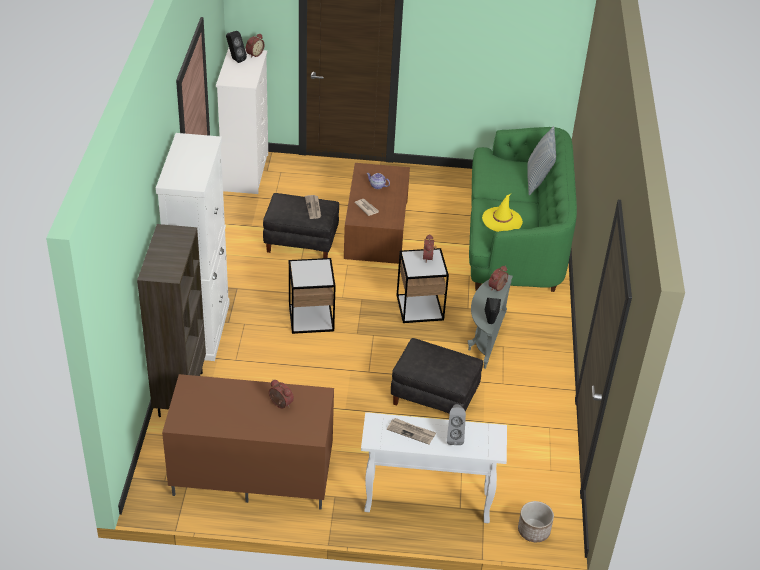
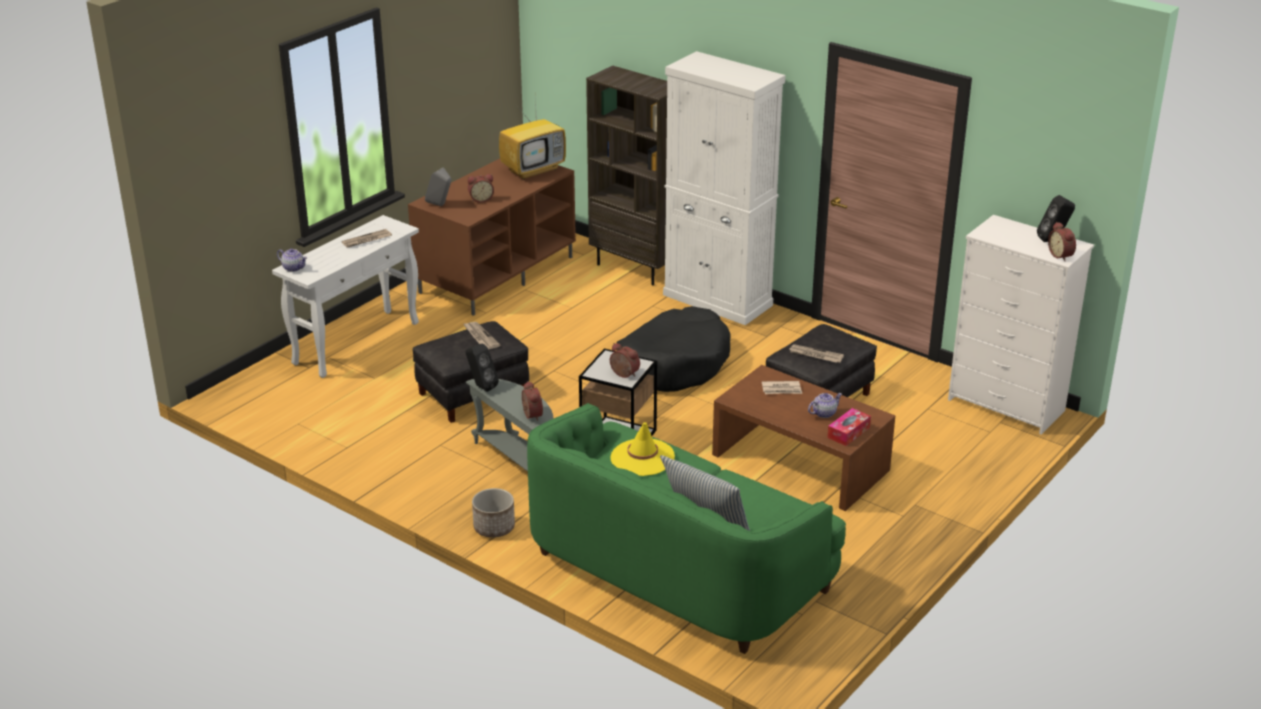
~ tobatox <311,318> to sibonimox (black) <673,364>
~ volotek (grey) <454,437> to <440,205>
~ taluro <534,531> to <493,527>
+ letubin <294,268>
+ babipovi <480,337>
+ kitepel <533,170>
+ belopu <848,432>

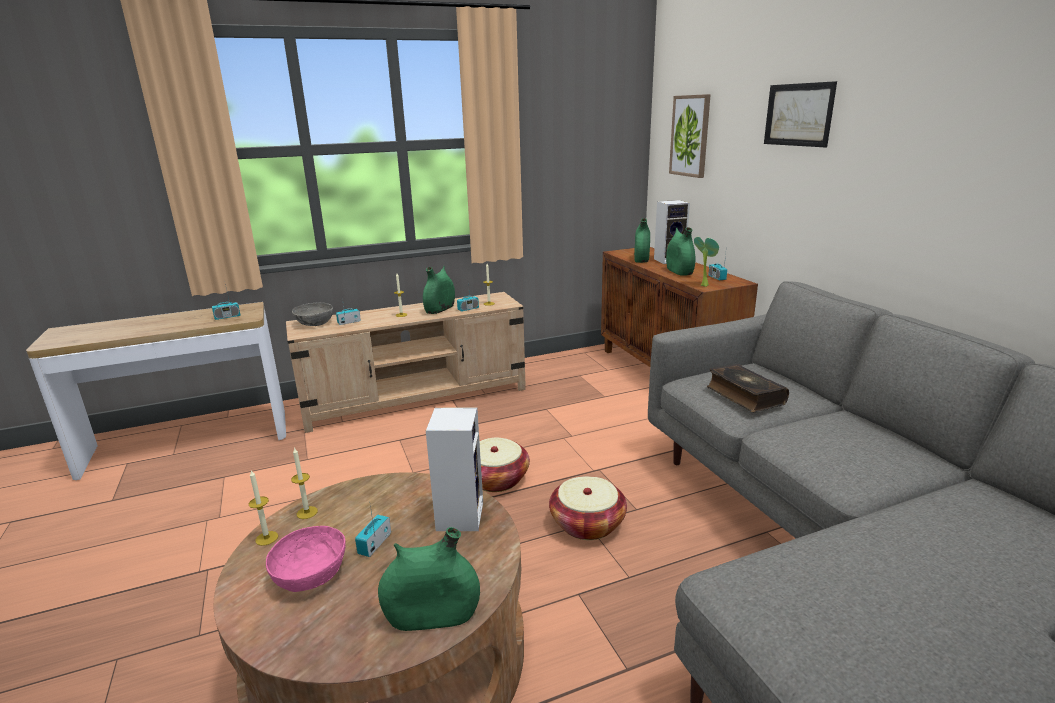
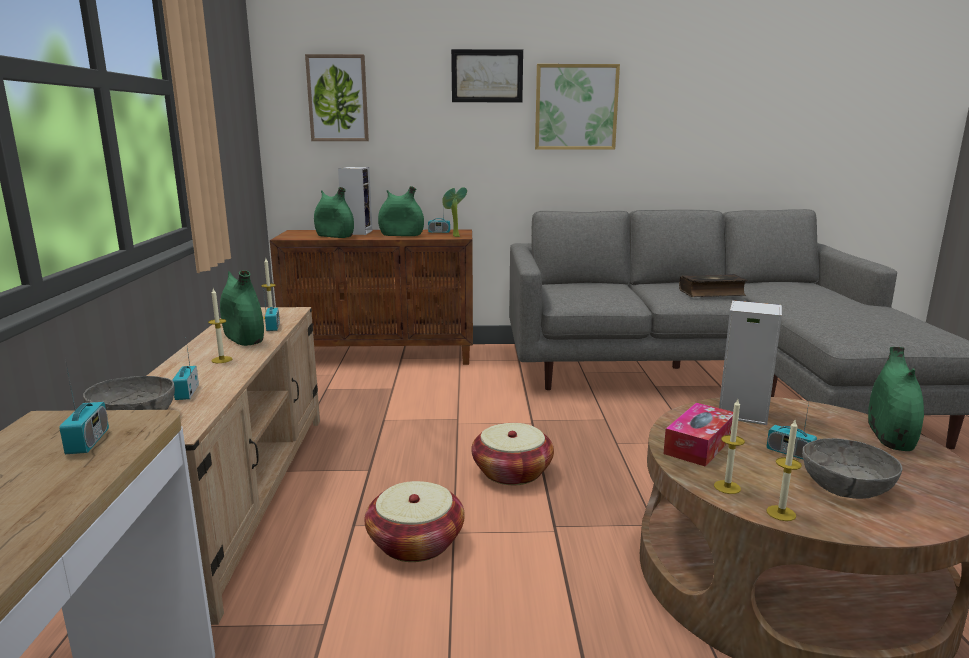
~ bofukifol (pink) <310,574> to bofukifol (grey) <845,487>
~ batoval <587,524> to <415,542>
~ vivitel <744,396> to <712,293>
+ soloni <576,107>
+ belopu <699,445>

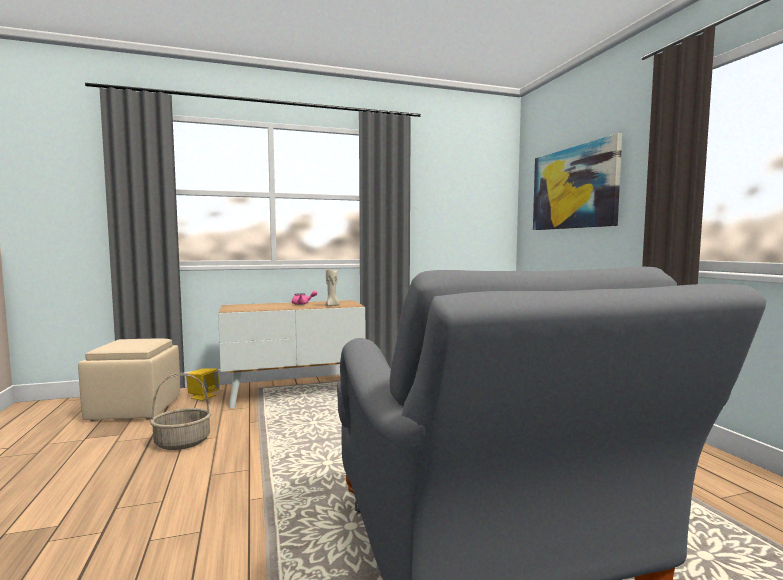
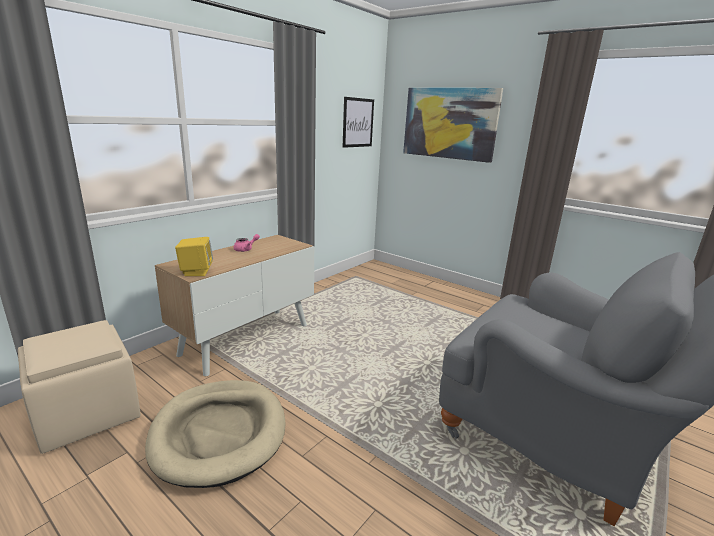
~ batoval <183,442> to sibonimox (beige) <219,433>
~ volotek (yellow) <203,396> to <196,272>
- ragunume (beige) <332,306>
+ soloni <358,122>

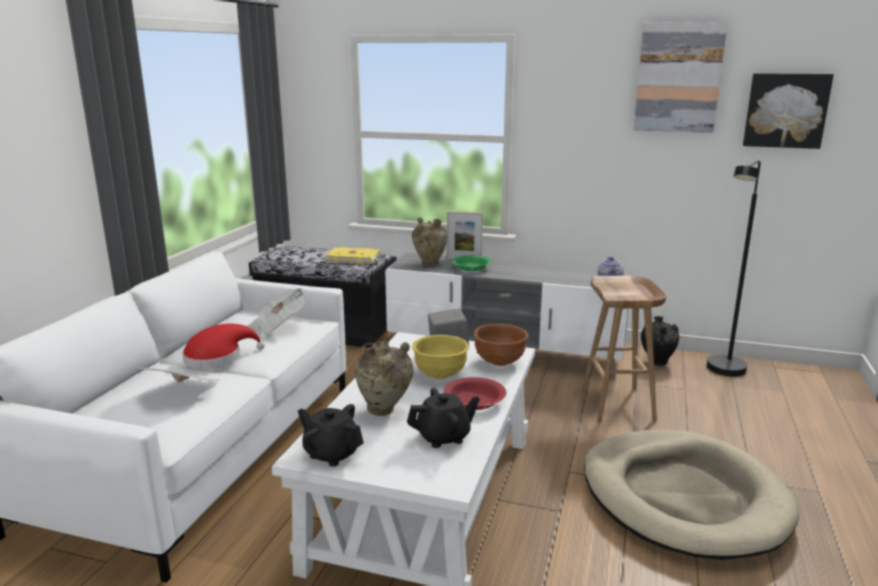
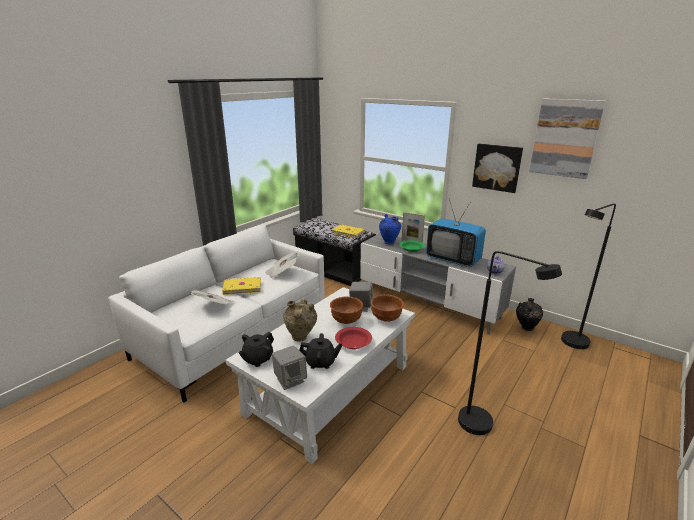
~ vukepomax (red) <217,357> to vivitel (yellow) <242,287>
~ letubin (black) <331,453> = <257,359> 105 degrees counterclockwise
~ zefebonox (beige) <430,263> to zefebonox (blue) <389,242>
~ bofukifol (yellow) <440,375> to bofukifol (brown) <346,321>
- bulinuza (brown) <618,405>
~ sibonimox (beige) <682,497> to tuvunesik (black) <484,427>
~ soloni <785,110> to <497,167>
+ volotek (grey) <290,380>
+ kitepel <453,260>

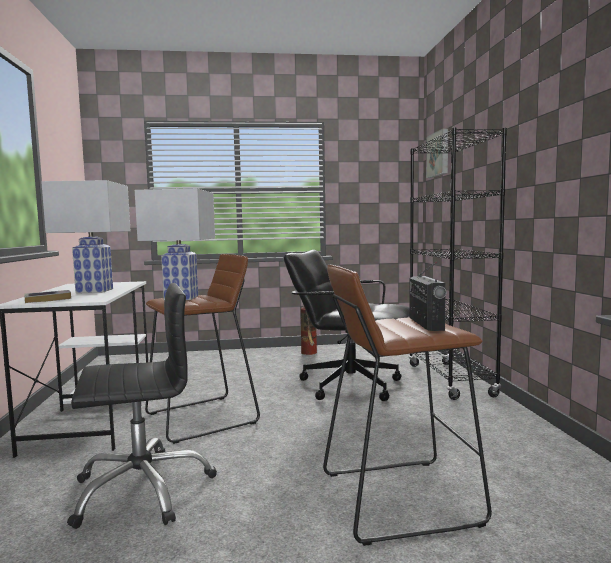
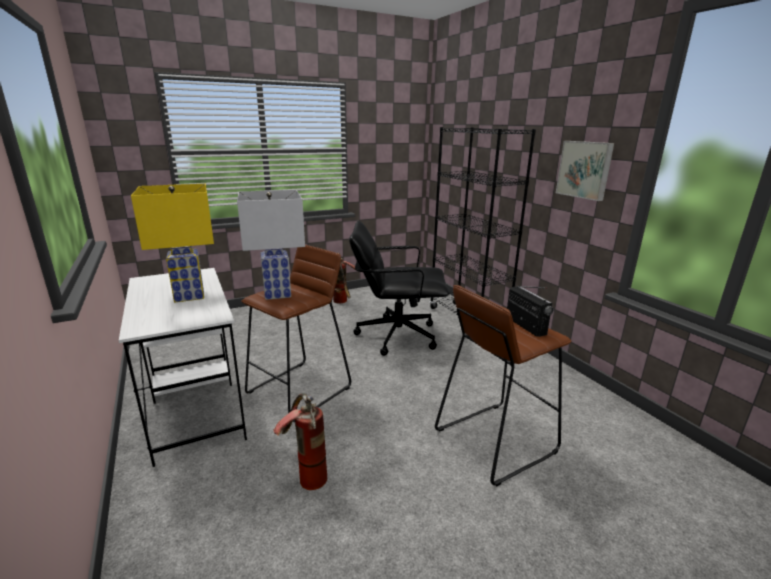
- vivitel <48,299>
~ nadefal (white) <96,291> to nadefal (yellow) <190,295>
~ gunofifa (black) <142,489> to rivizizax <305,474>
~ soloni <439,154> to <585,169>

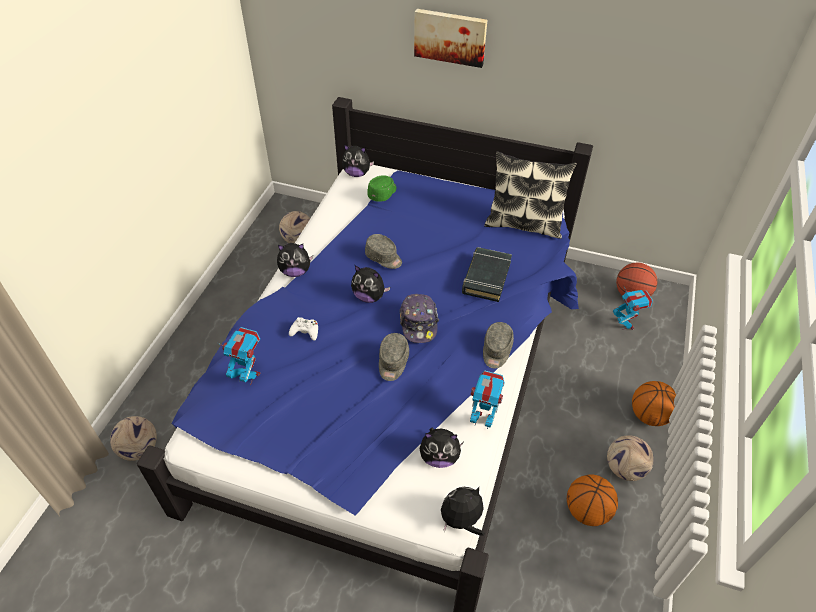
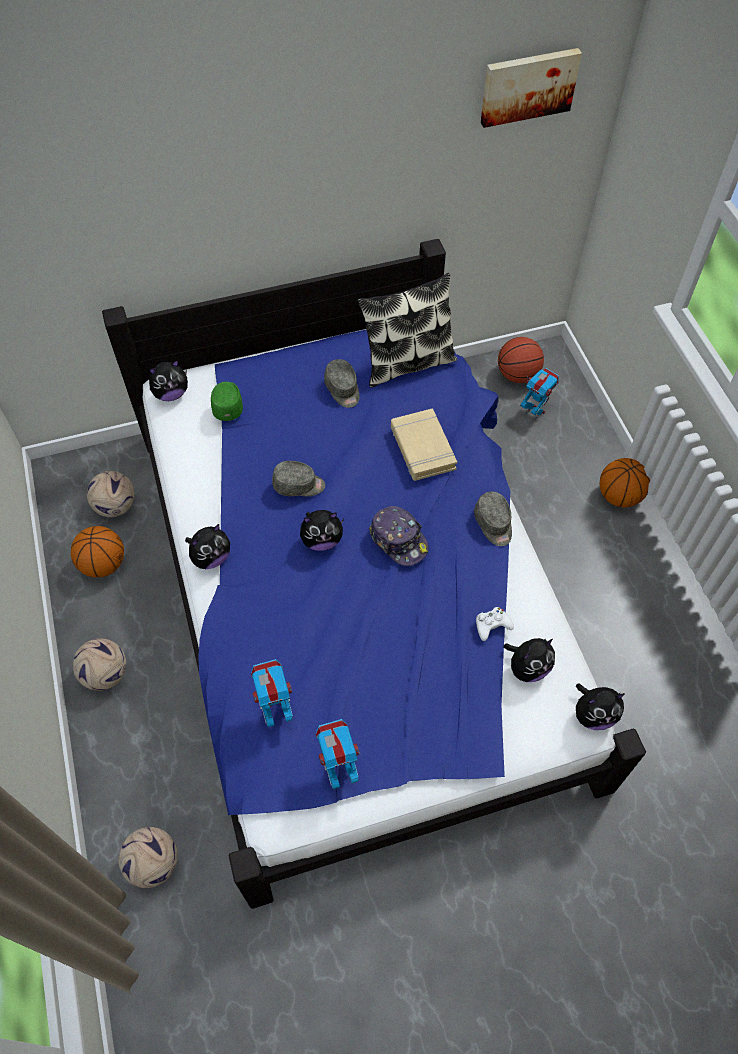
~ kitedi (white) <305,331> to <492,625>
~ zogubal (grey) <393,362> to <343,390>
~ soloni <450,37> to <528,86>
~ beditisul <461,521> = <593,714> 135 degrees counterclockwise
~ vivitel (black) <486,277> to vivitel (beige) <422,448>
~ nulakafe <483,419> to <339,768>
~ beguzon <587,511> to <104,564>
~ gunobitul <624,469> to <106,675>

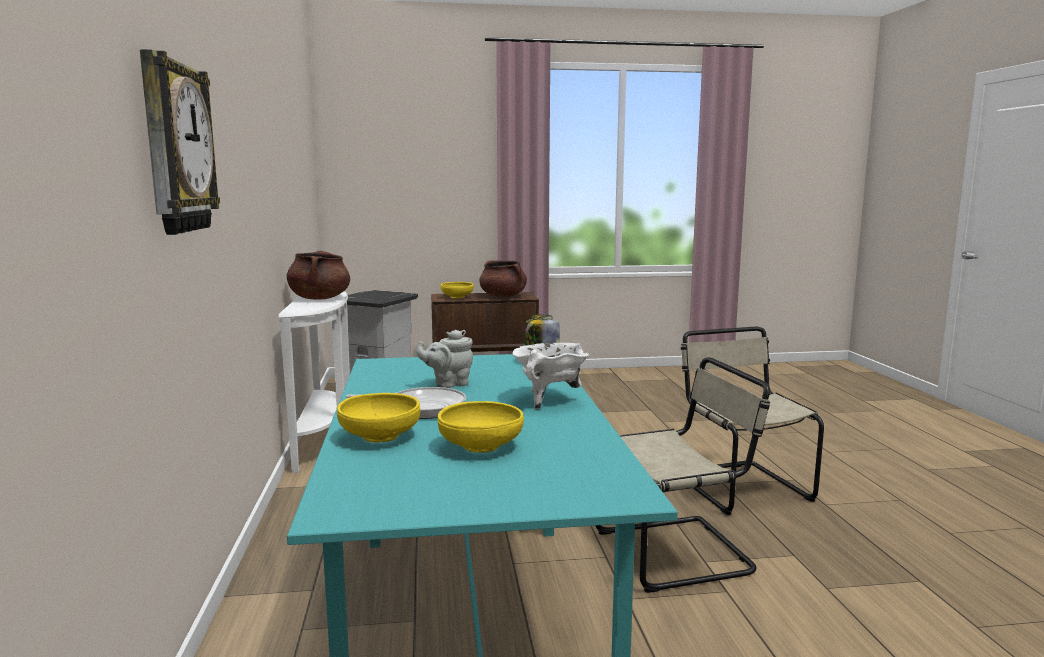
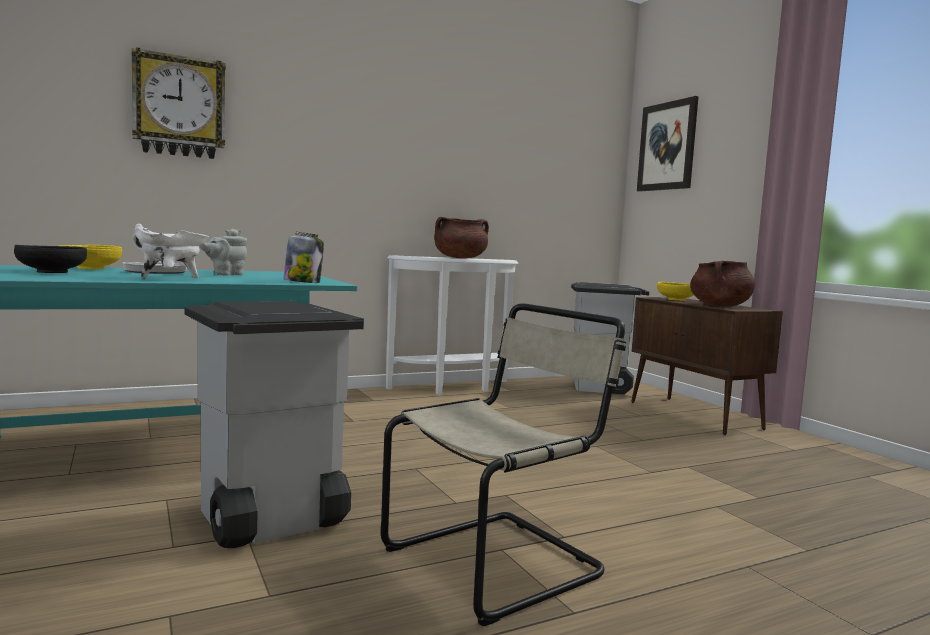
~ letubin (grey) <448,384> = <225,274> 90 degrees counterclockwise
~ bofukifol (yellow) <480,446> to bofukifol (black) <51,272>
~ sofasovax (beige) <678,552> to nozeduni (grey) <269,521>
+ soloni <667,146>

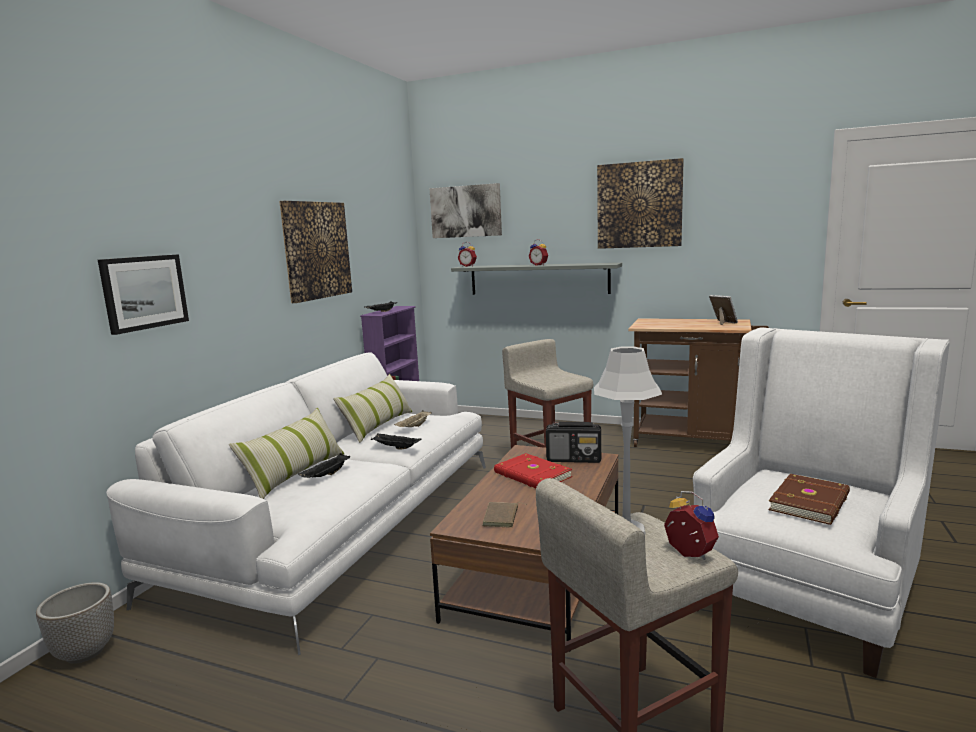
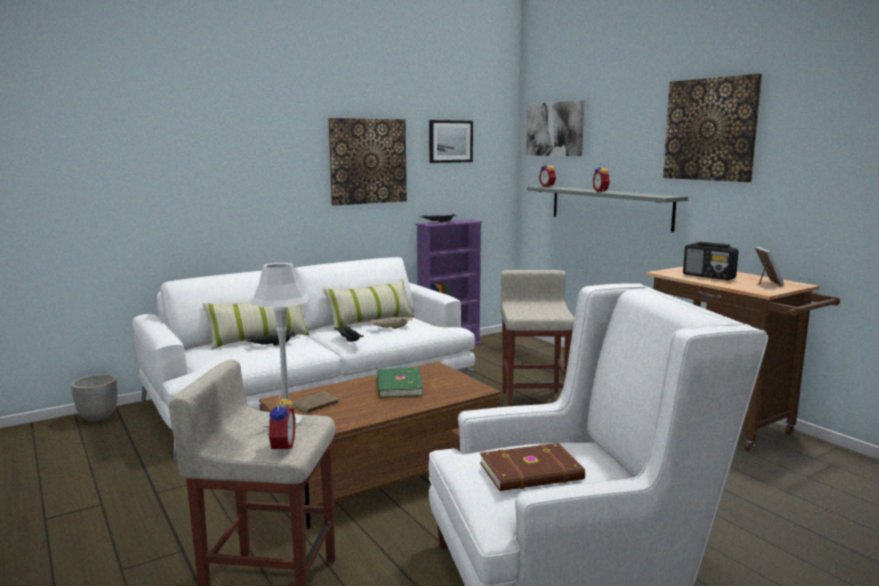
~ soloni <144,292> to <450,141>
~ vivitel (red) <532,475> to vivitel (green) <398,386>
~ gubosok <574,459> to <709,276>

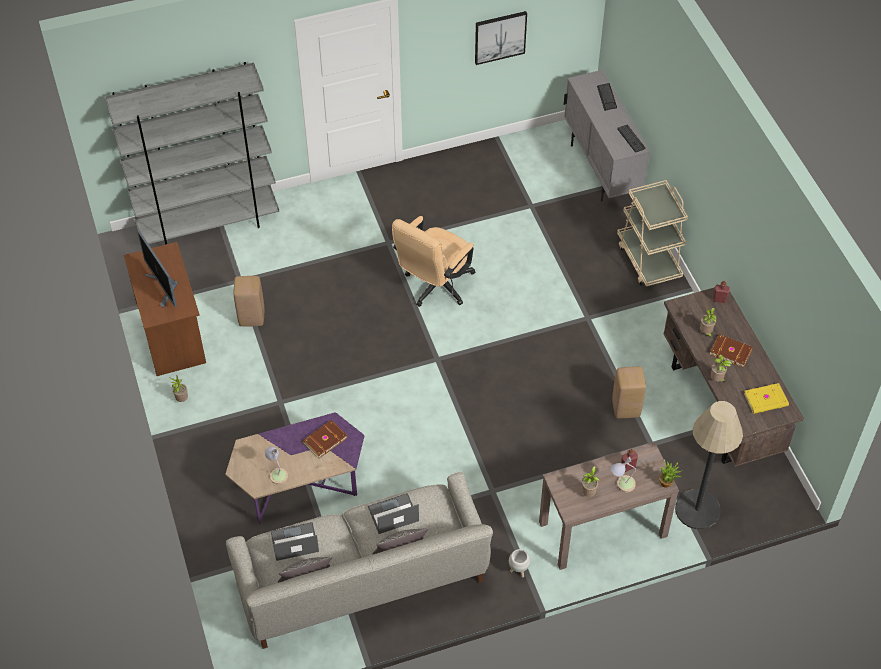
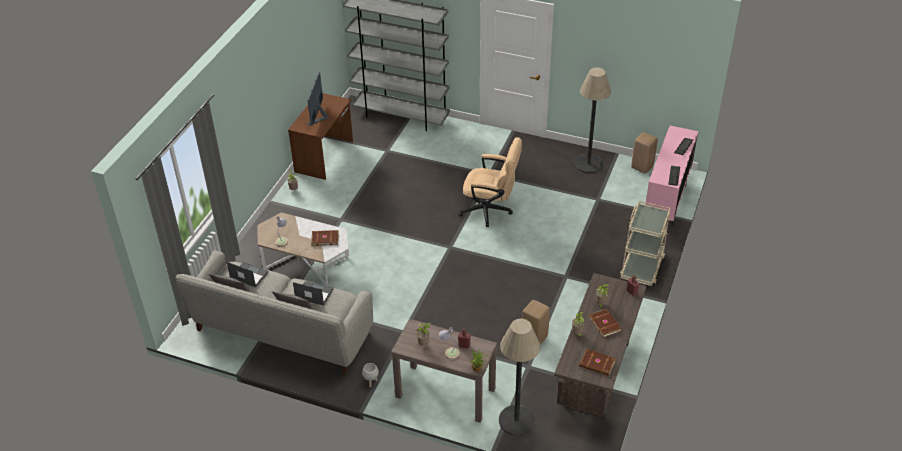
~ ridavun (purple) <299,483> to ridavun (white) <306,263>
~ bulinuza (beige) <252,318> to <642,167>
~ gunofifa (beige) <435,287> = <490,210> 150 degrees counterclockwise
- soloni <500,37>
~ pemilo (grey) <601,169> to pemilo (pink) <666,203>
~ vivitel (yellow) <766,400> to vivitel (brown) <597,364>
+ tuvunesik <588,164>

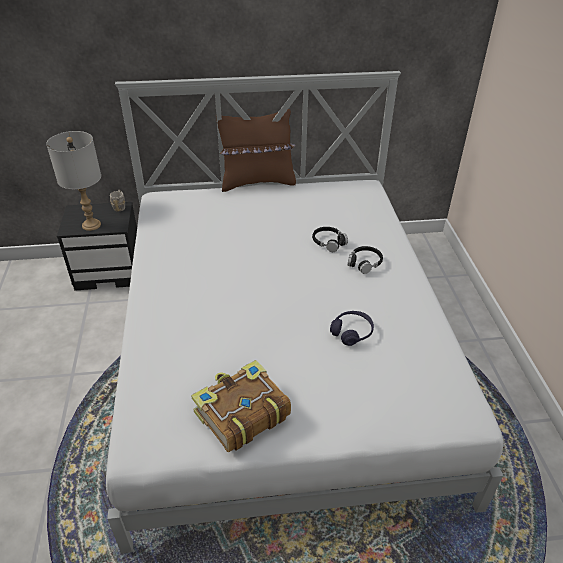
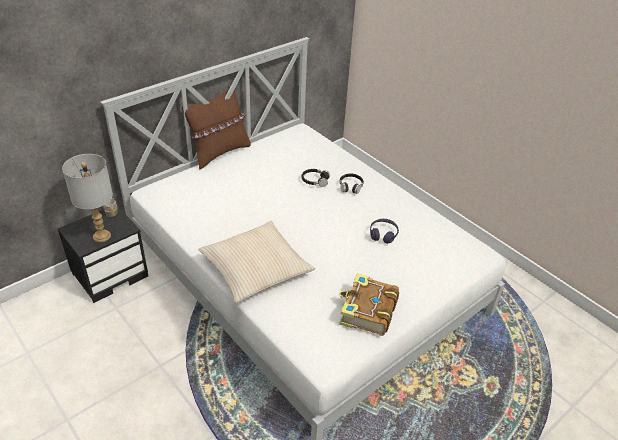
+ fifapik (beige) <255,268>

